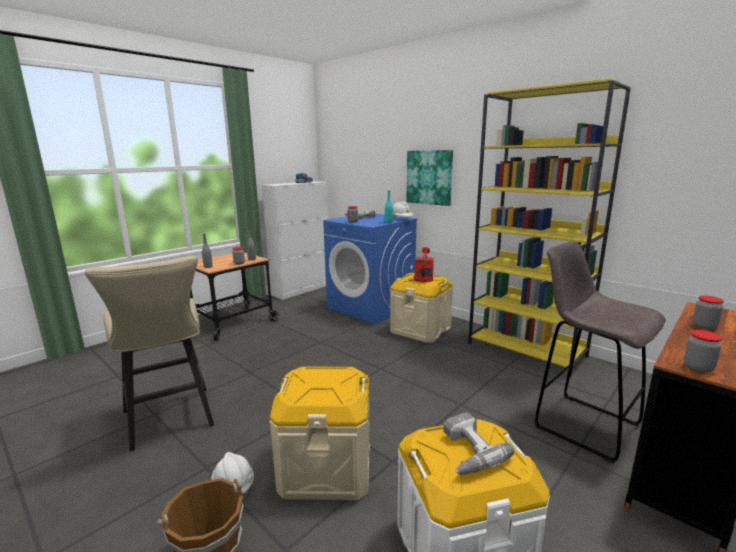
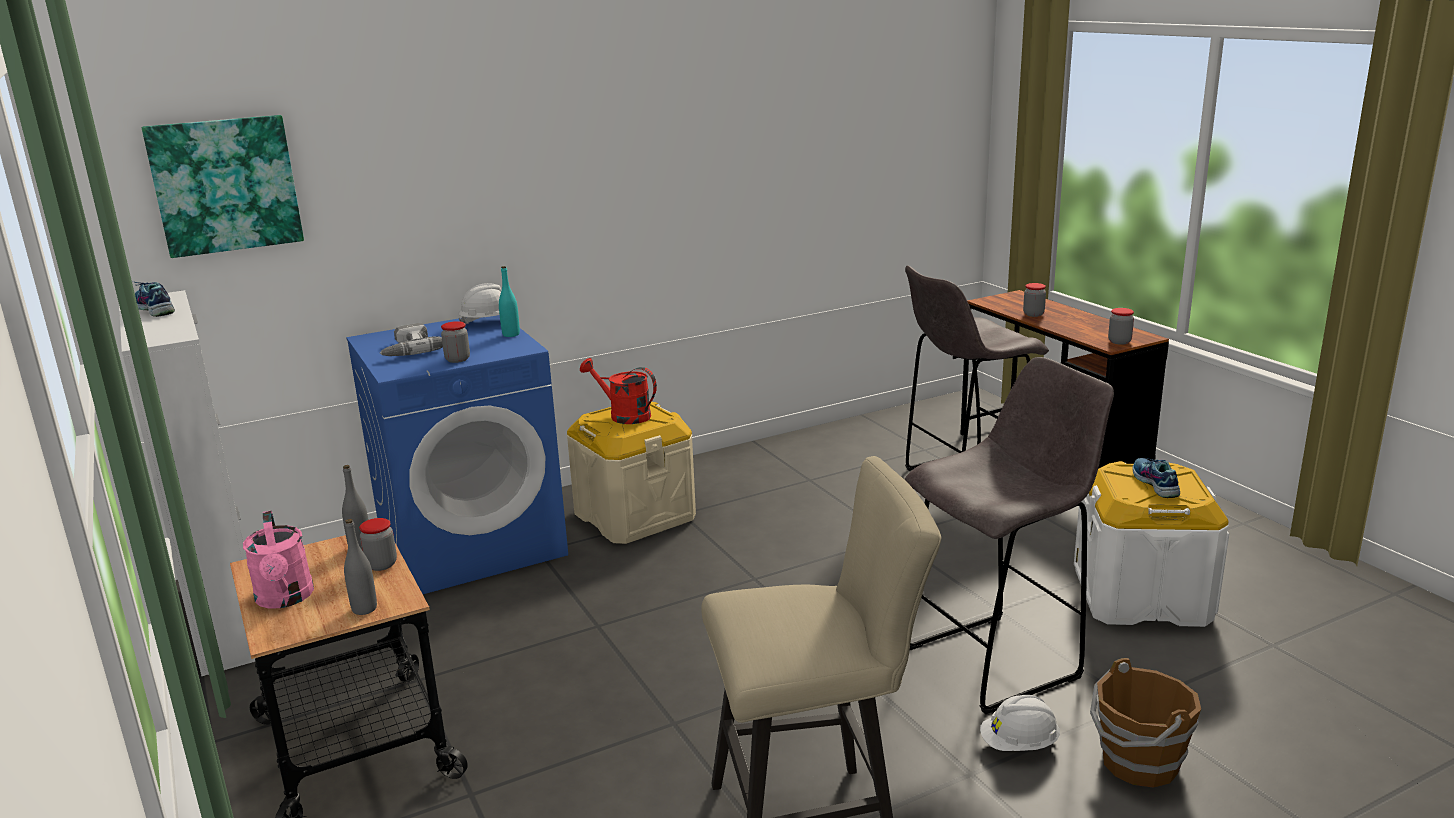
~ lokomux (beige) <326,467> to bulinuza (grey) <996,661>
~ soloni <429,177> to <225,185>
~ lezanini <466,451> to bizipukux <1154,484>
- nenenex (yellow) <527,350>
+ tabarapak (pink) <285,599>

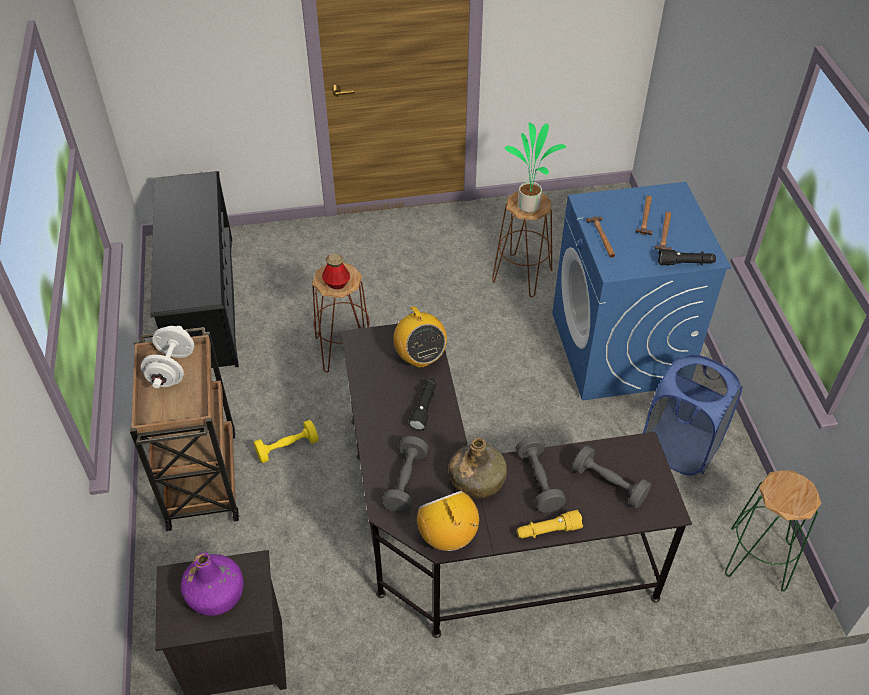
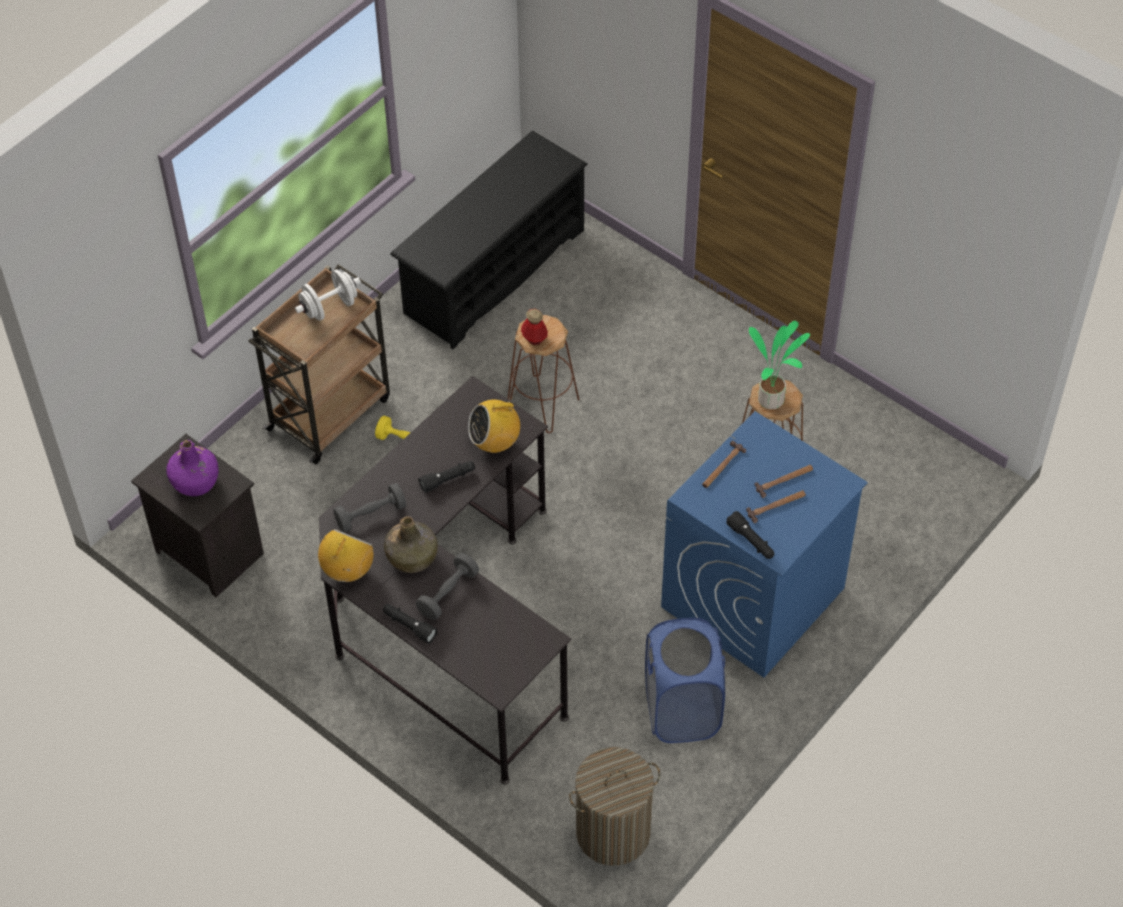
~ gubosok <420,357> = <495,442> 45 degrees clockwise
~ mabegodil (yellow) <548,530> to mabegodil (black) <409,626>
- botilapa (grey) <609,484>
~ bulinuza (green) <757,559> to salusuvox <613,832>

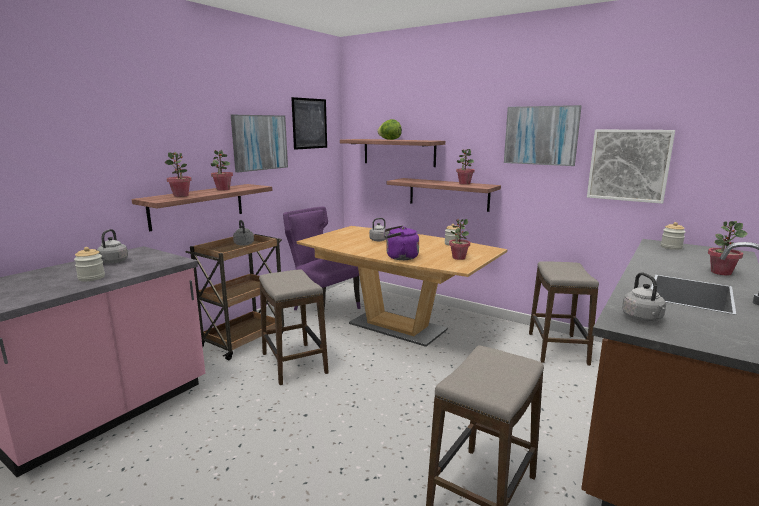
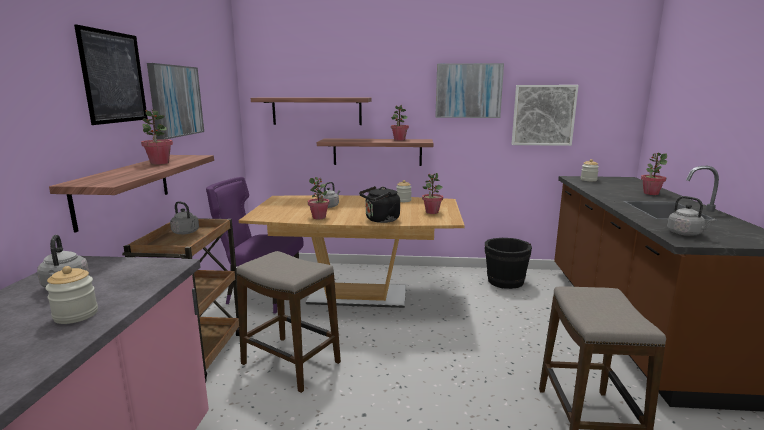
~ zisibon <181,195> to <319,217>
~ soloni <309,123> to <114,77>
- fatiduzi <389,139>
~ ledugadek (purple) <400,257> to ledugadek (black) <380,220>
~ bulinuza <557,348> to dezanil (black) <504,282>

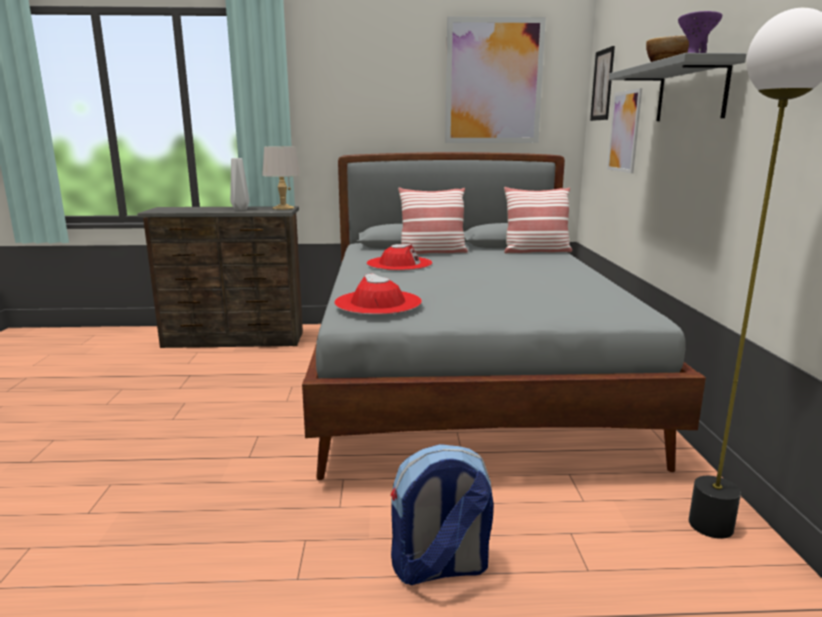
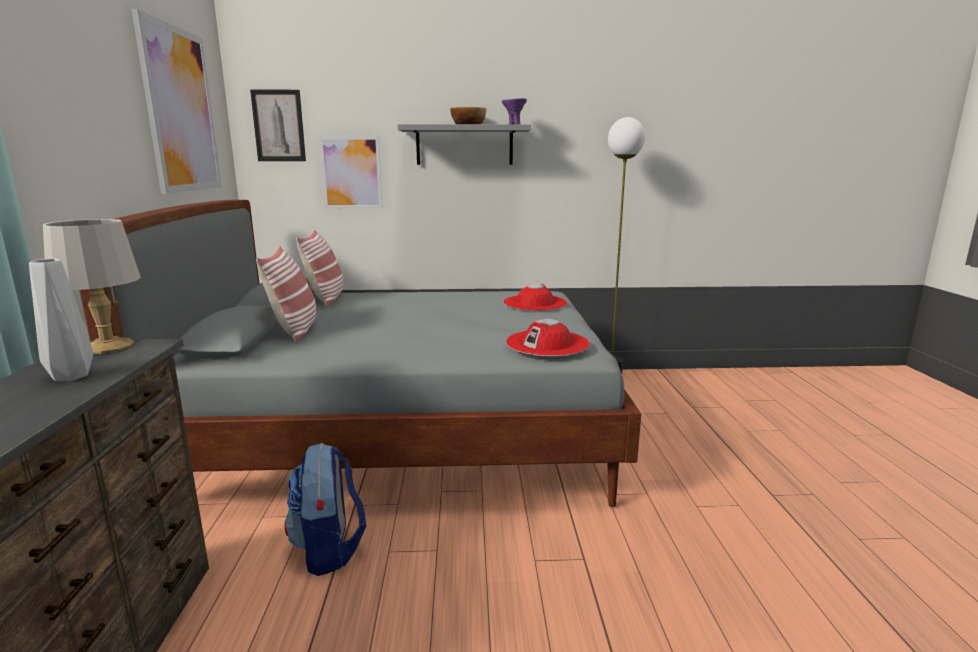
~ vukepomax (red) <399,263> to <535,303>
~ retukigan <439,568> to <329,549>

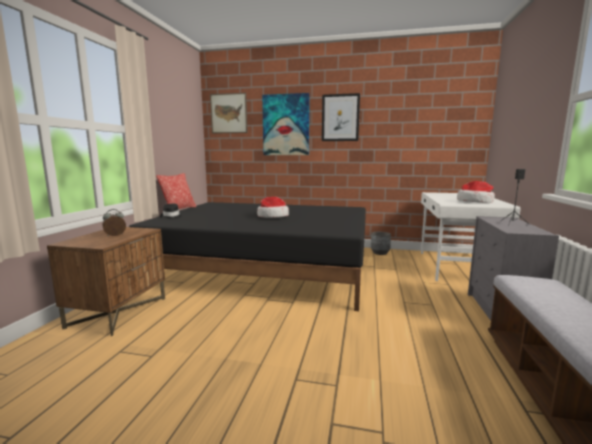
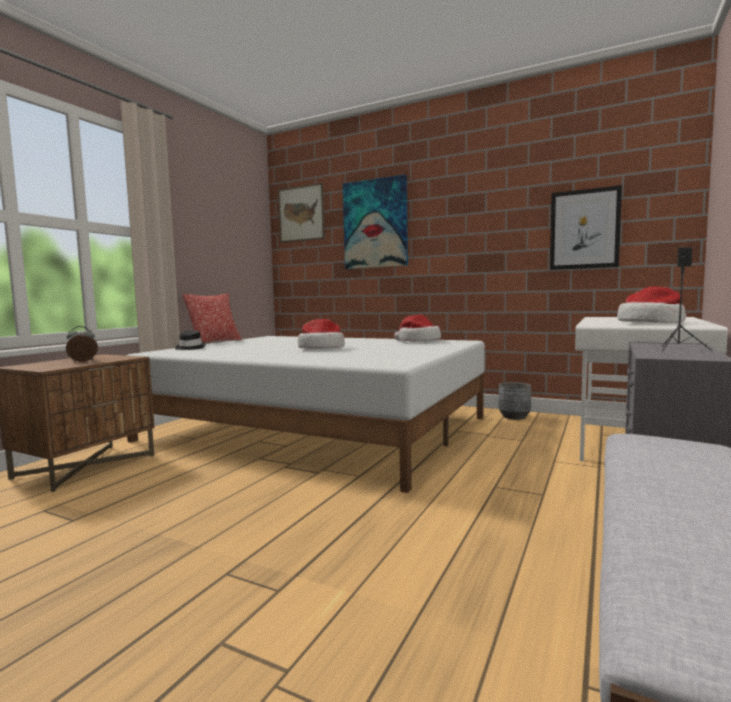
~ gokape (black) <264,269> to gokape (white) <316,428>
~ soloni <340,118> to <584,229>
+ vukepomax <418,341>

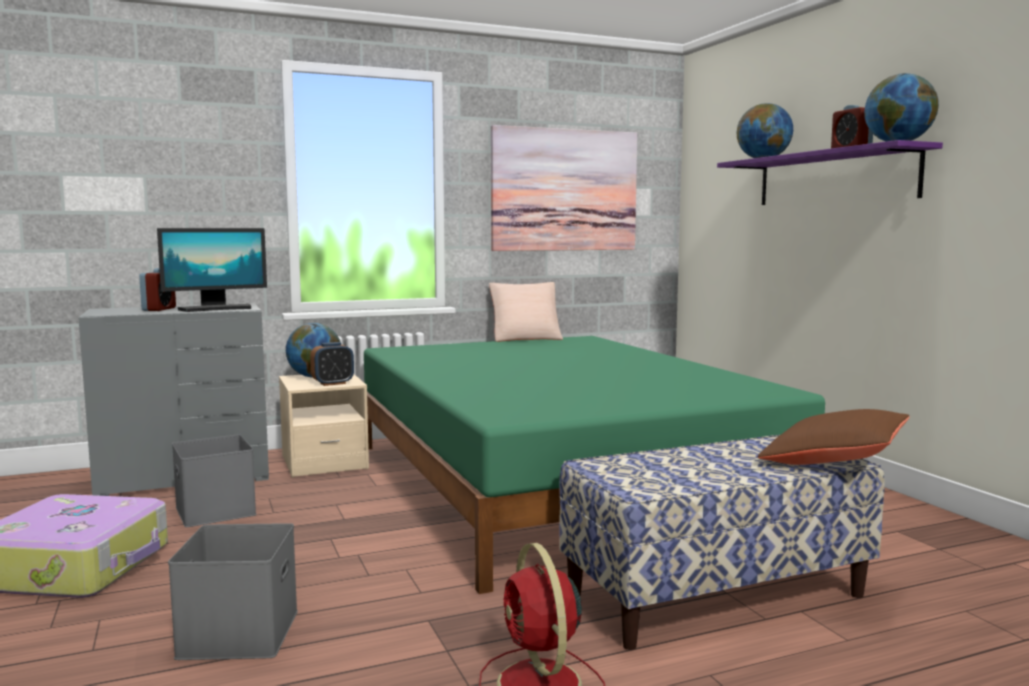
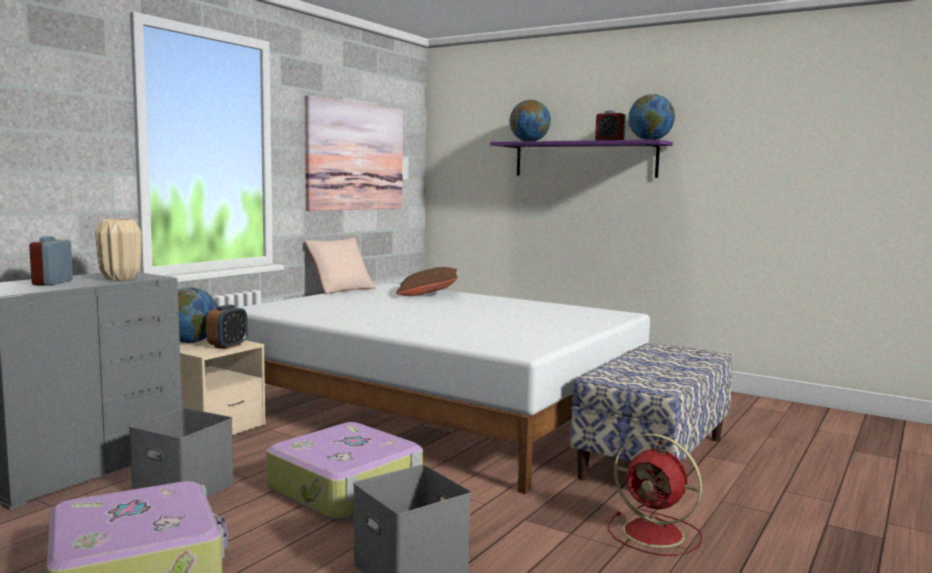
~ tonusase <159,309> = <53,283> 150 degrees counterclockwise
~ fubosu <216,309> to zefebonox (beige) <120,278>
~ gokape (green) <555,483> to gokape (white) <437,408>
~ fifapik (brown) <833,461> to <427,294>
+ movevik <347,488>

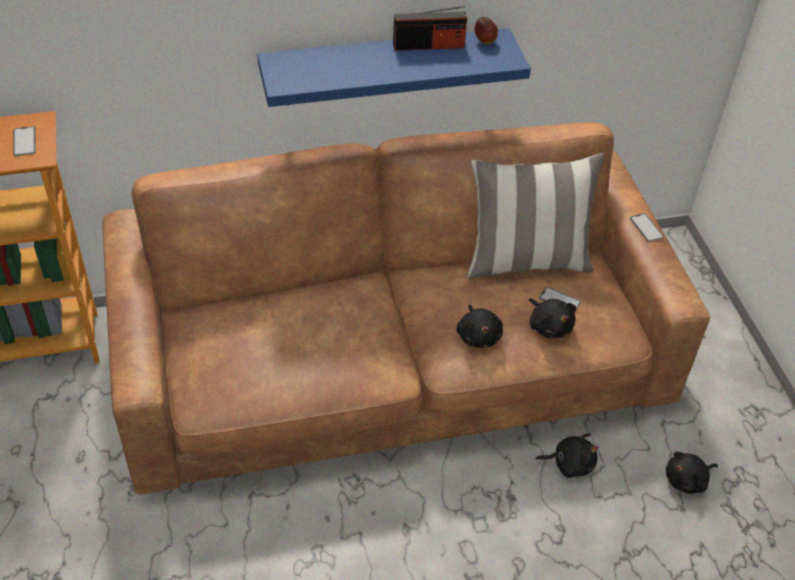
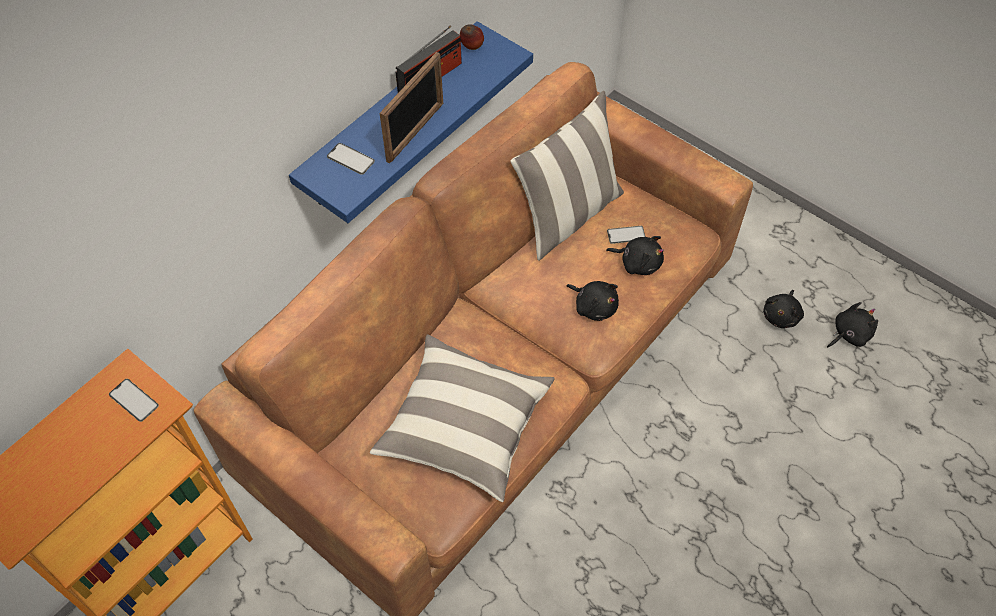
~ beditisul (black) <569,464> to <849,334>
~ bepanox <646,228> to <350,159>
+ fifapik <464,426>
+ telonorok <415,132>

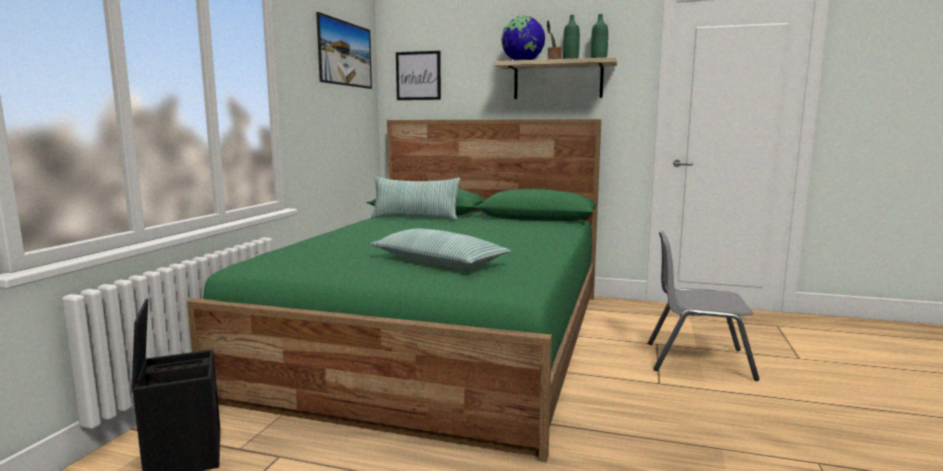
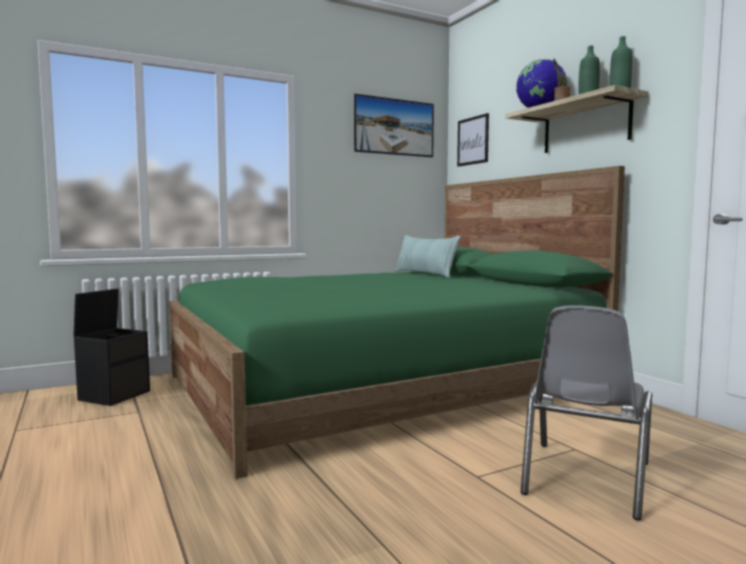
- fifapik <438,262>
~ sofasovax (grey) <698,360> = <584,478> 120 degrees counterclockwise

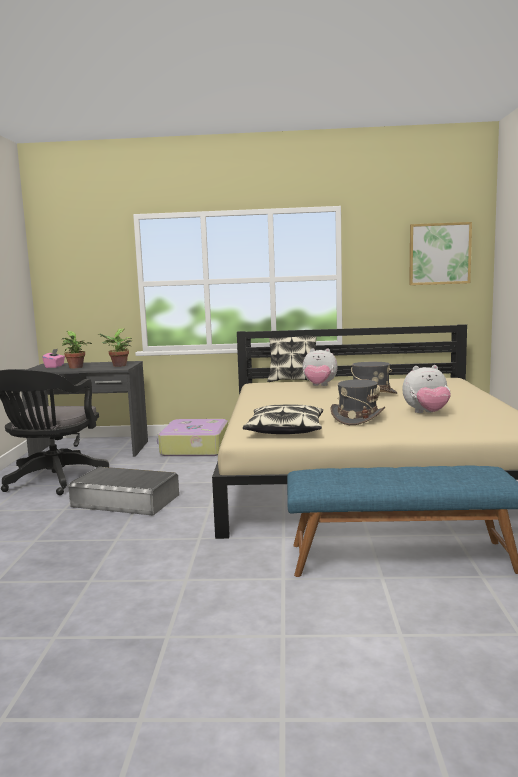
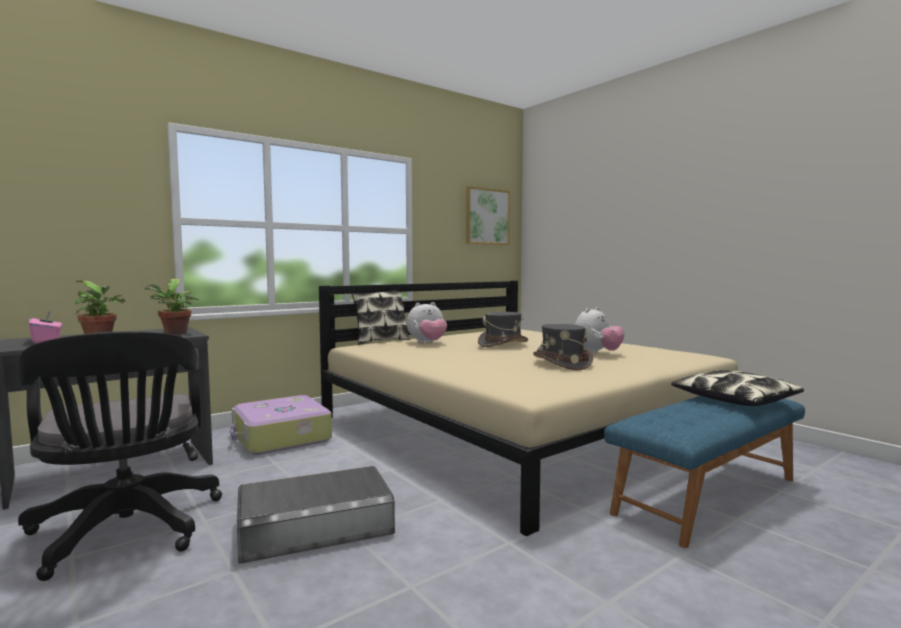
~ fifapik <285,430> to <734,400>

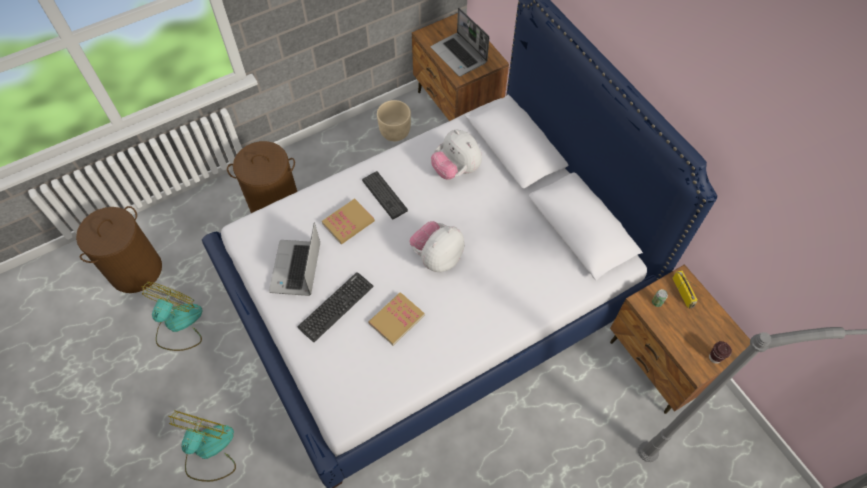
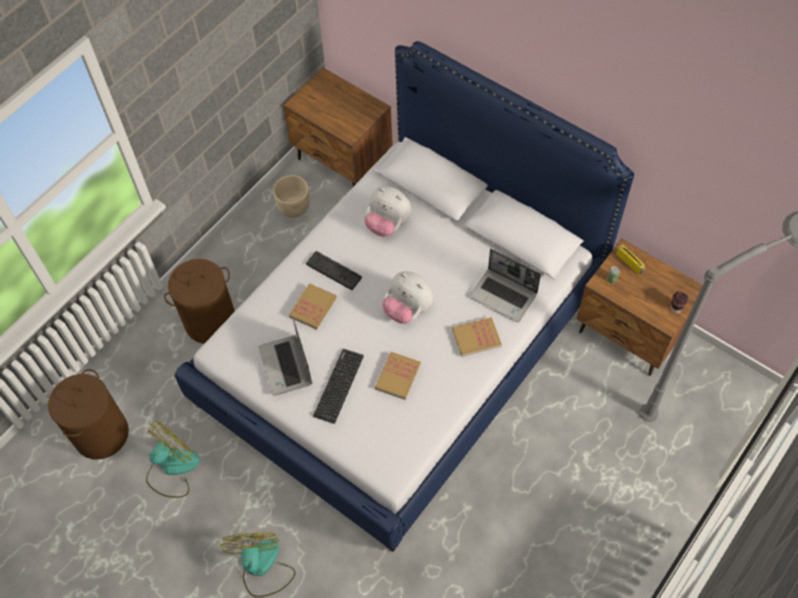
~ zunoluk <178,325> = <172,468> 45 degrees clockwise
~ beditisul <437,257> = <408,309> 75 degrees counterclockwise
~ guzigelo <459,55> to <504,295>
+ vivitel <476,338>

